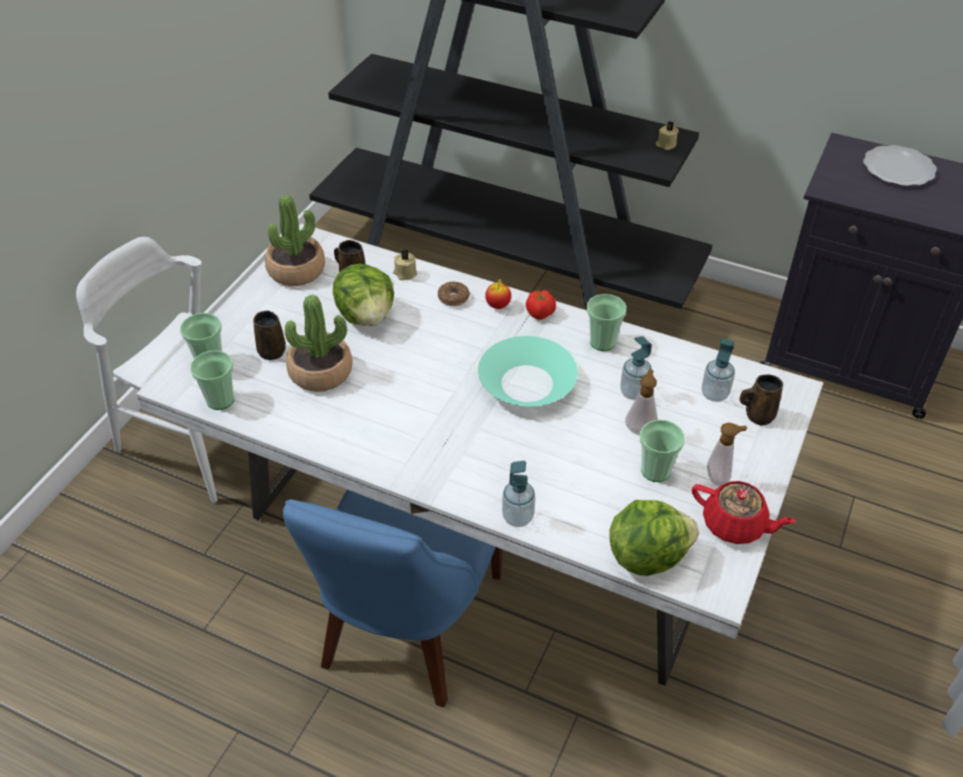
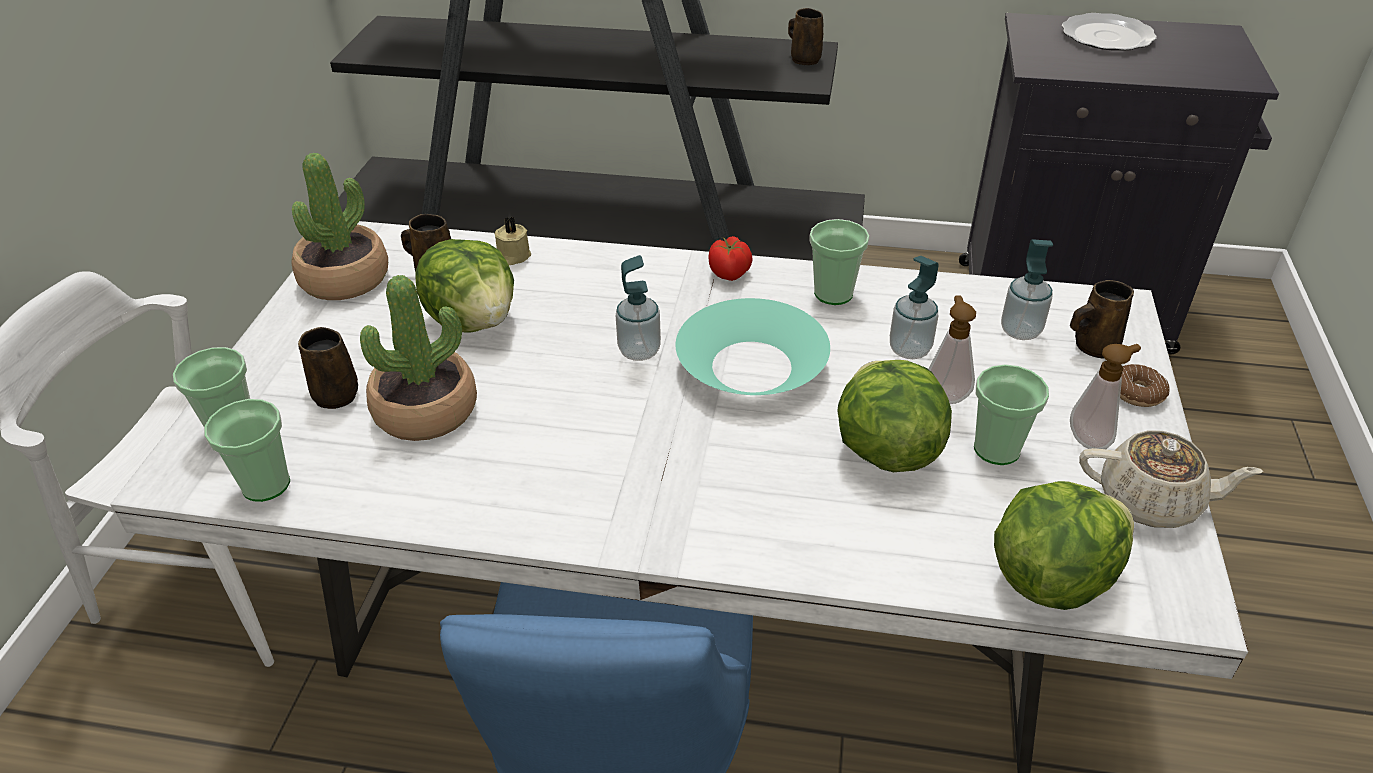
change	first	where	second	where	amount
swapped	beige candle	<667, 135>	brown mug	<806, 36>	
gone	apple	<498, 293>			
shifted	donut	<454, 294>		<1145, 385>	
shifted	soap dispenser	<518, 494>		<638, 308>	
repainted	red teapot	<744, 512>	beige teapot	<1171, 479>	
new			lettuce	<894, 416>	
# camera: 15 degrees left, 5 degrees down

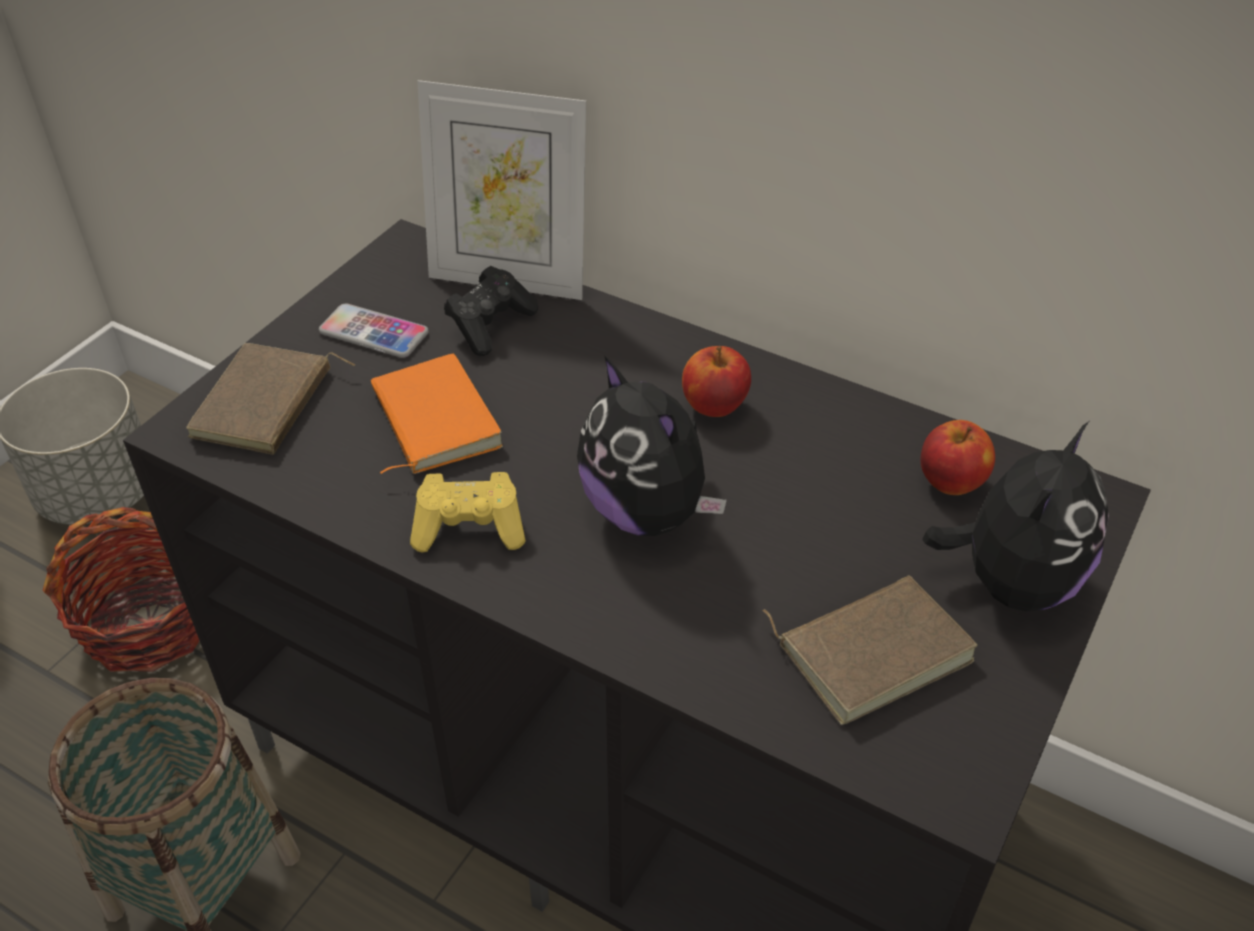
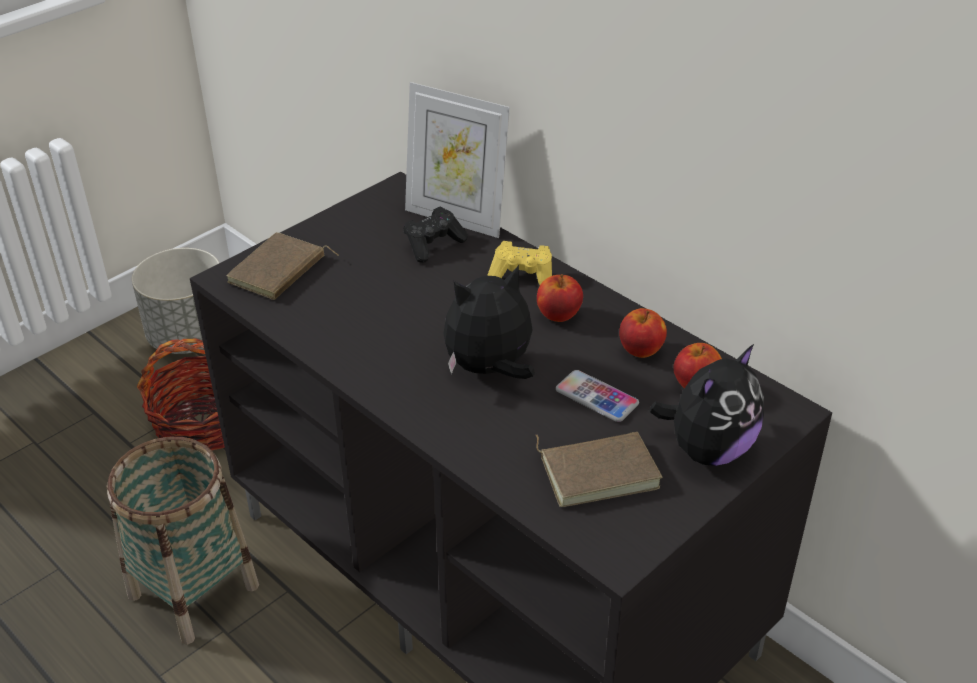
change	first	where	second	where	amount
shifted	phone	<374, 330>		<597, 396>	
gone	orange book	<437, 413>			
rotated	plush toy	<652, 446>		<489, 322>	90 degrees clockwise
shifted	yellow game controller	<468, 512>		<519, 263>	
new			apple	<643, 333>	
# camera: 15 degrees right, 5 degrees down

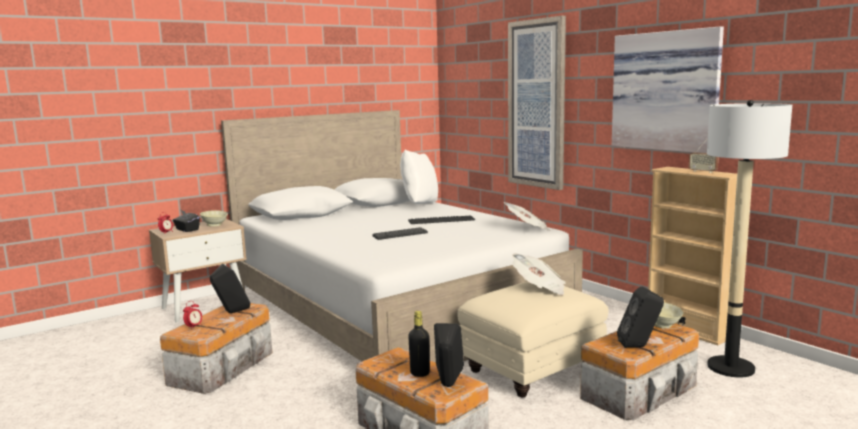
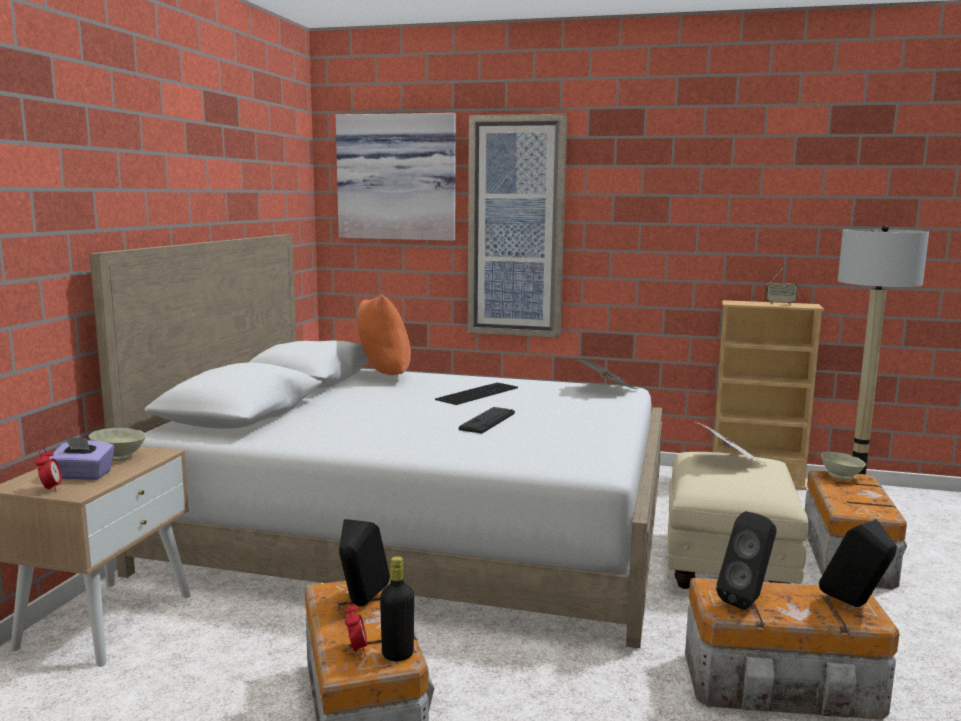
change	first	where	second	where	amount
shifted	picture	<668, 89>		<396, 177>	
repainted	white pillow	<419, 177>	orange pillow	<383, 335>	
repainted	black tissue box	<186, 221>	purple tissue box	<81, 458>	
shifted	black speaker	<640, 317>		<746, 560>	
shifted	black bottle	<419, 344>		<397, 608>	
# camera: 40 degrees left, 0 degrees up

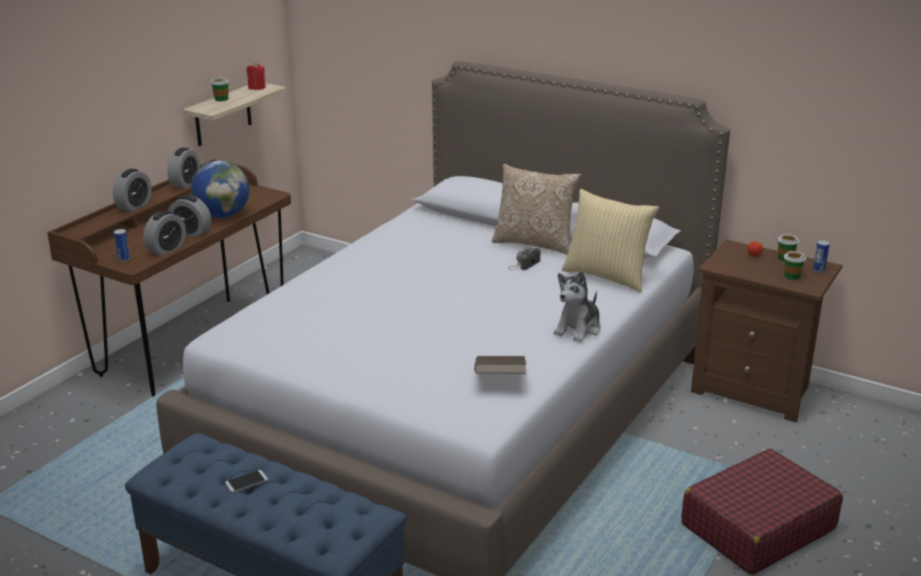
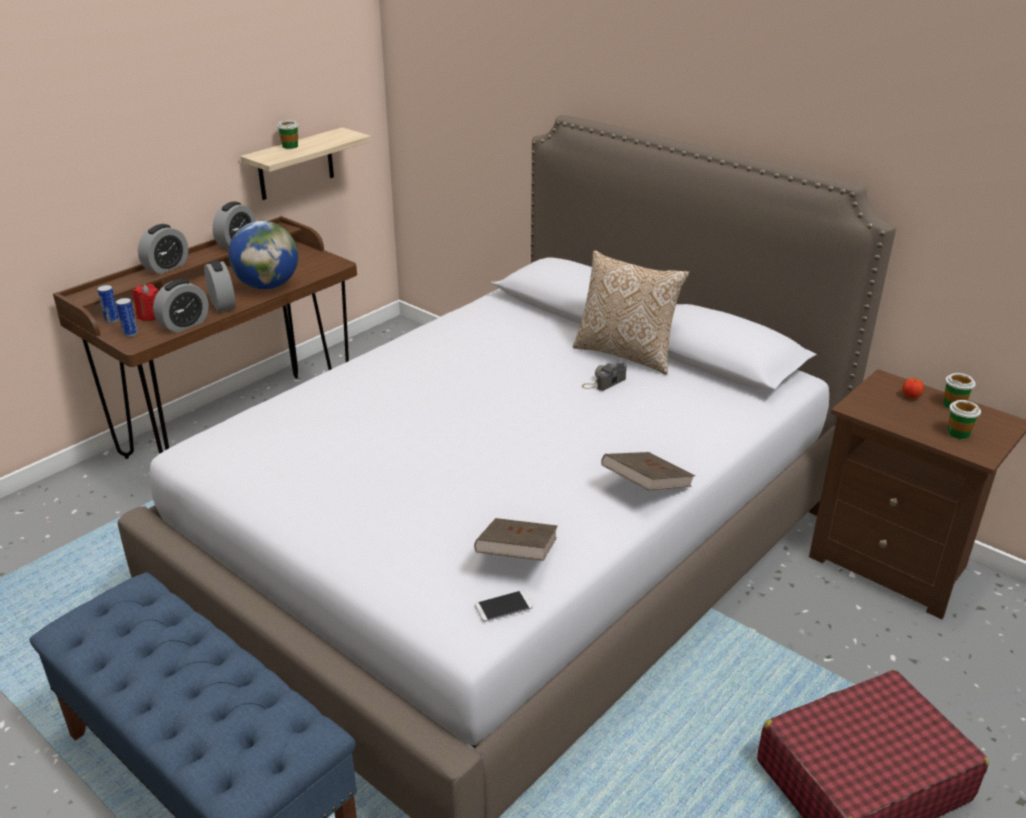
change	first	where	second	where	amount
shifted	red candle	<256, 76>		<145, 302>	
gone	pillow	<610, 240>			
rotated	alarm clock	<189, 216>		<220, 286>	150 degrees counterclockwise
shifted	can	<821, 256>		<108, 304>	
swapped	plush toy	<577, 306>	brown book	<648, 471>	
shifted	phone	<246, 481>		<504, 606>	
# camera: 10 degrees right, 5 degrees up

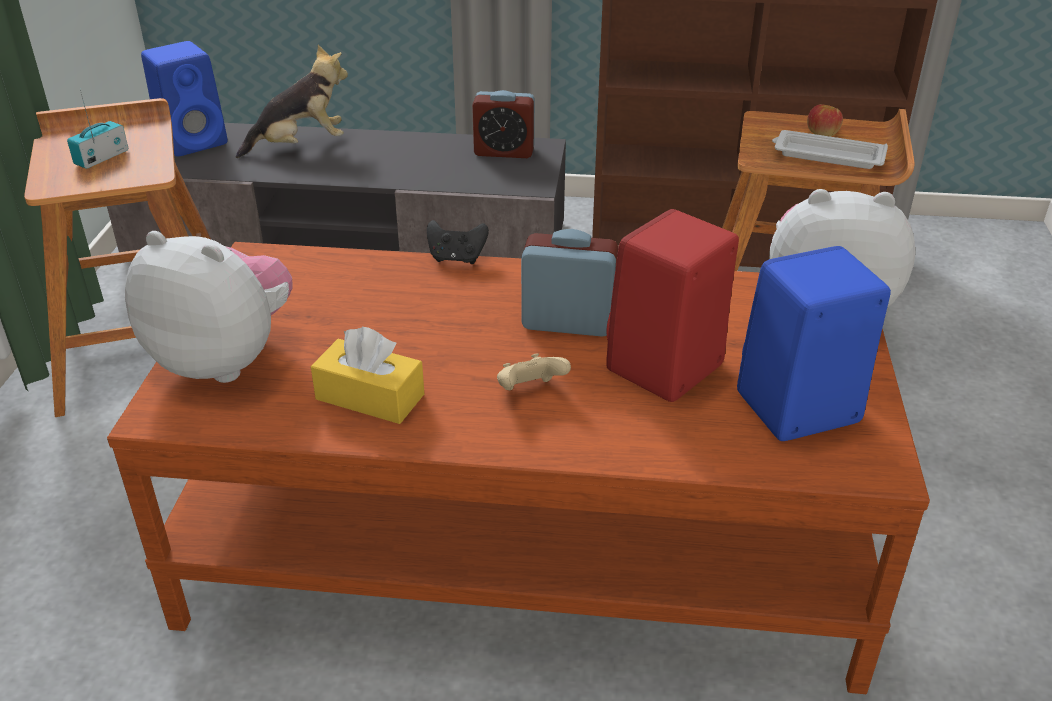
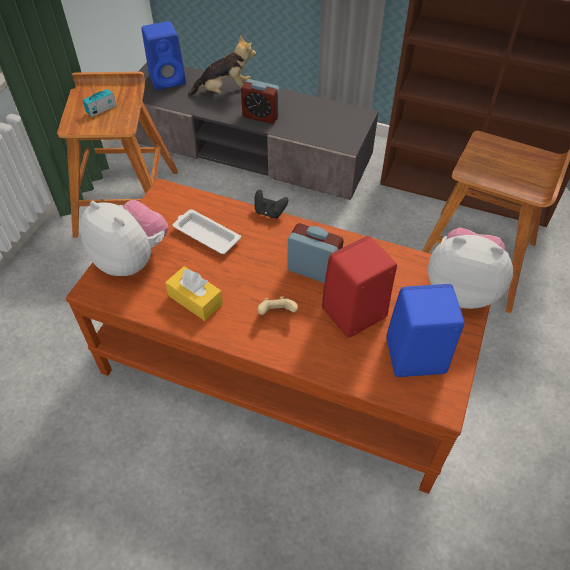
change	first	where	second	where	amount
shifted	alarm clock	<503, 124>		<260, 101>	
gone	apple	<825, 120>			
shifted	white tray	<830, 149>		<207, 231>	
# camera: 15 degrees right, 15 degrees up

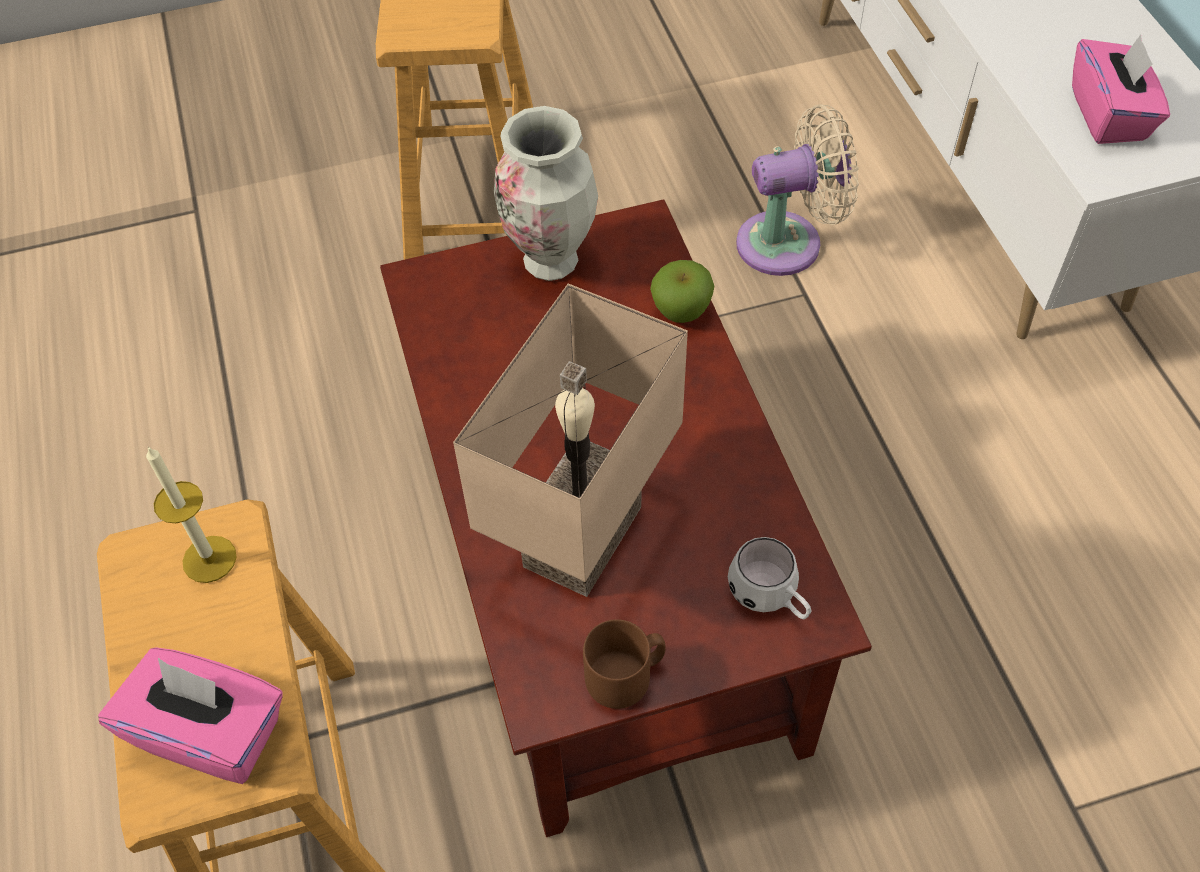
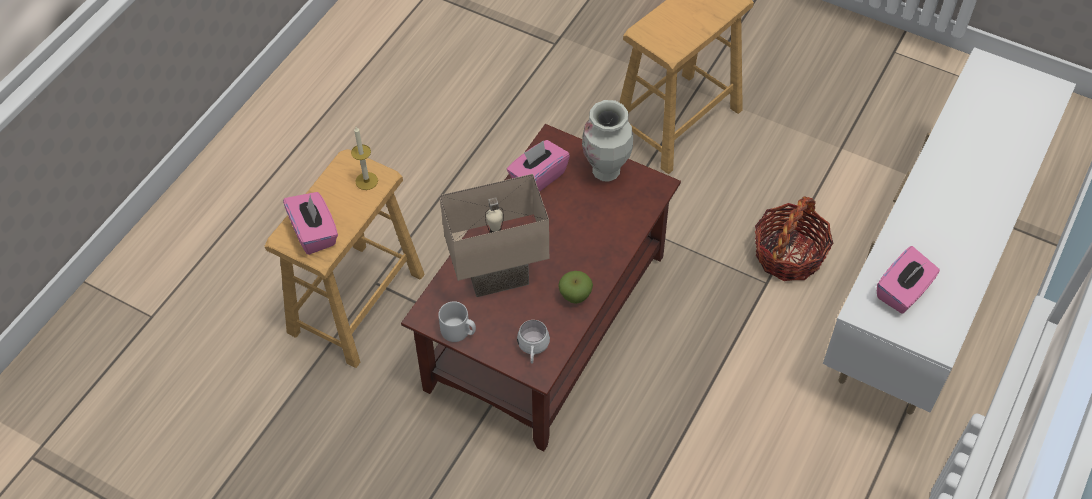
change	first	where	second	where	amount
swapped	beige fan	<797, 190>	basket	<794, 239>	
shifted	apple	<682, 291>		<575, 287>	
repainted	brown mug	<624, 664>	grey mug	<457, 321>	
new			pink tissue box	<538, 166>	
# camera: 45 degrees right, 0 degrees up

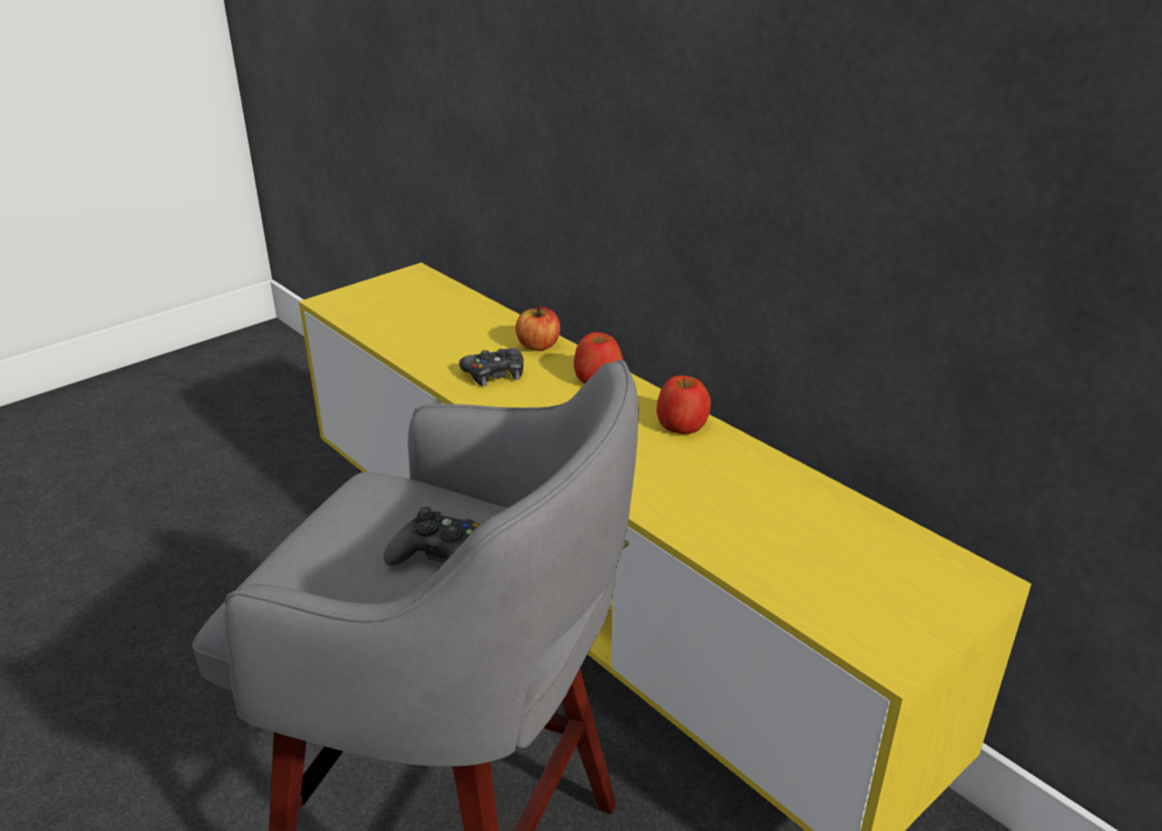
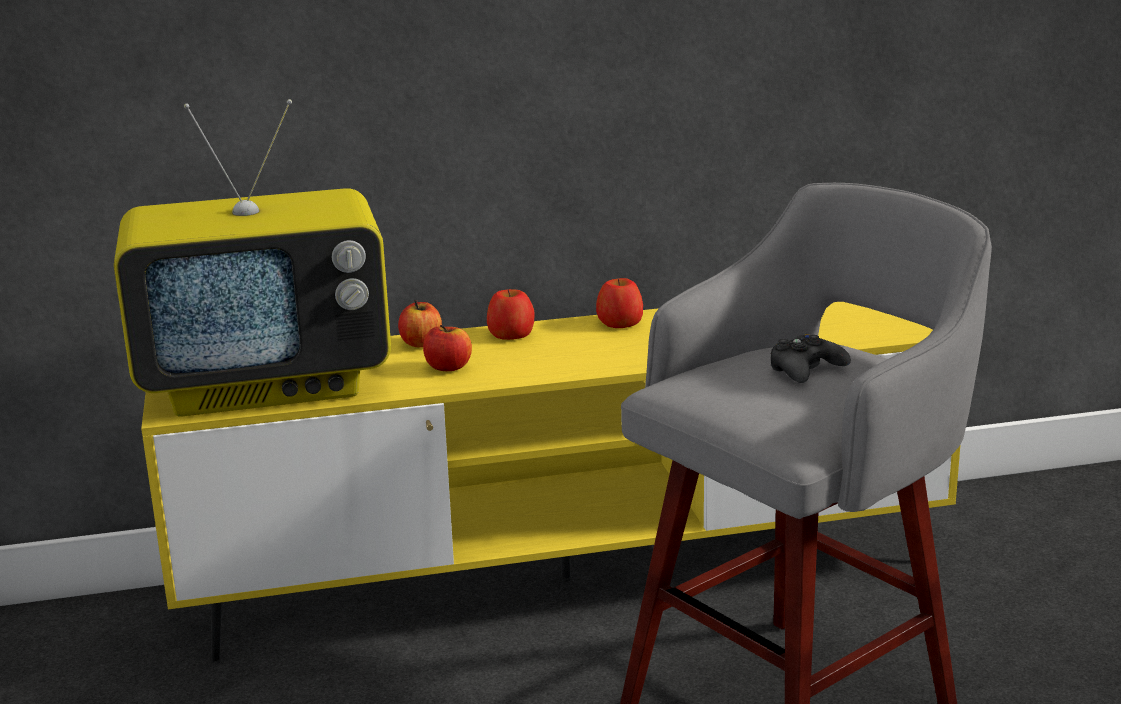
change	first	where	second	where	amount
swapped	black game controller	<491, 367>	apple	<447, 348>	
new			television	<252, 258>	
# camera: 60 degrees left, 10 degrees down

